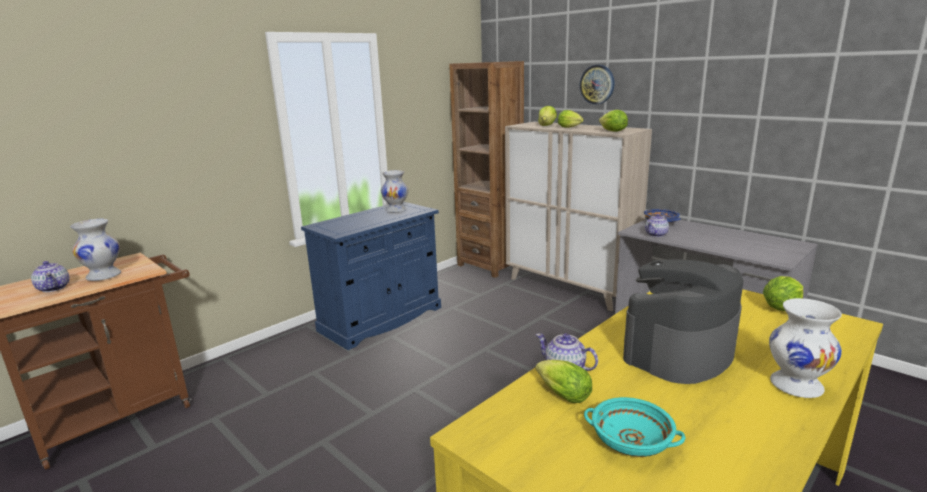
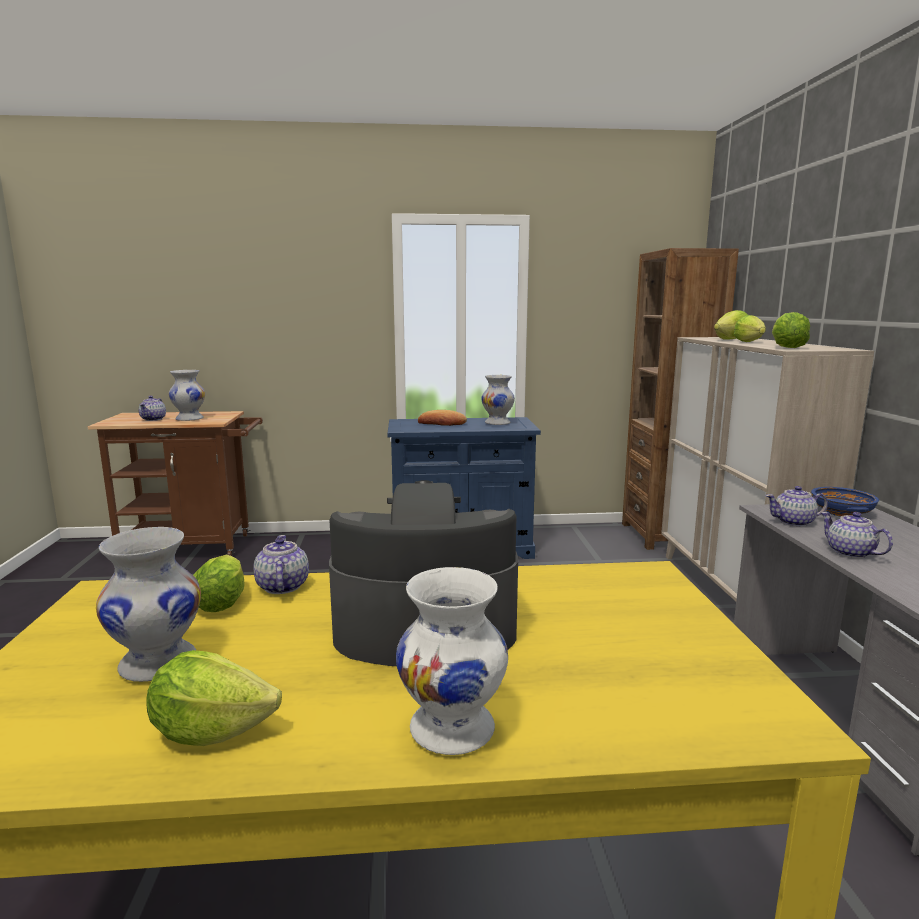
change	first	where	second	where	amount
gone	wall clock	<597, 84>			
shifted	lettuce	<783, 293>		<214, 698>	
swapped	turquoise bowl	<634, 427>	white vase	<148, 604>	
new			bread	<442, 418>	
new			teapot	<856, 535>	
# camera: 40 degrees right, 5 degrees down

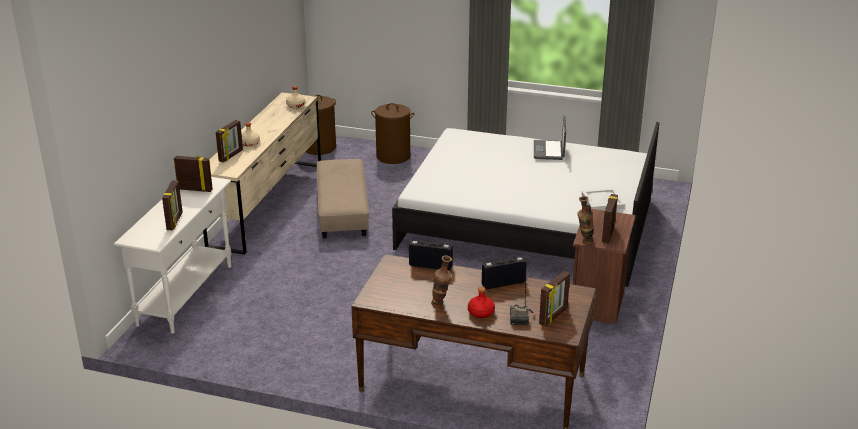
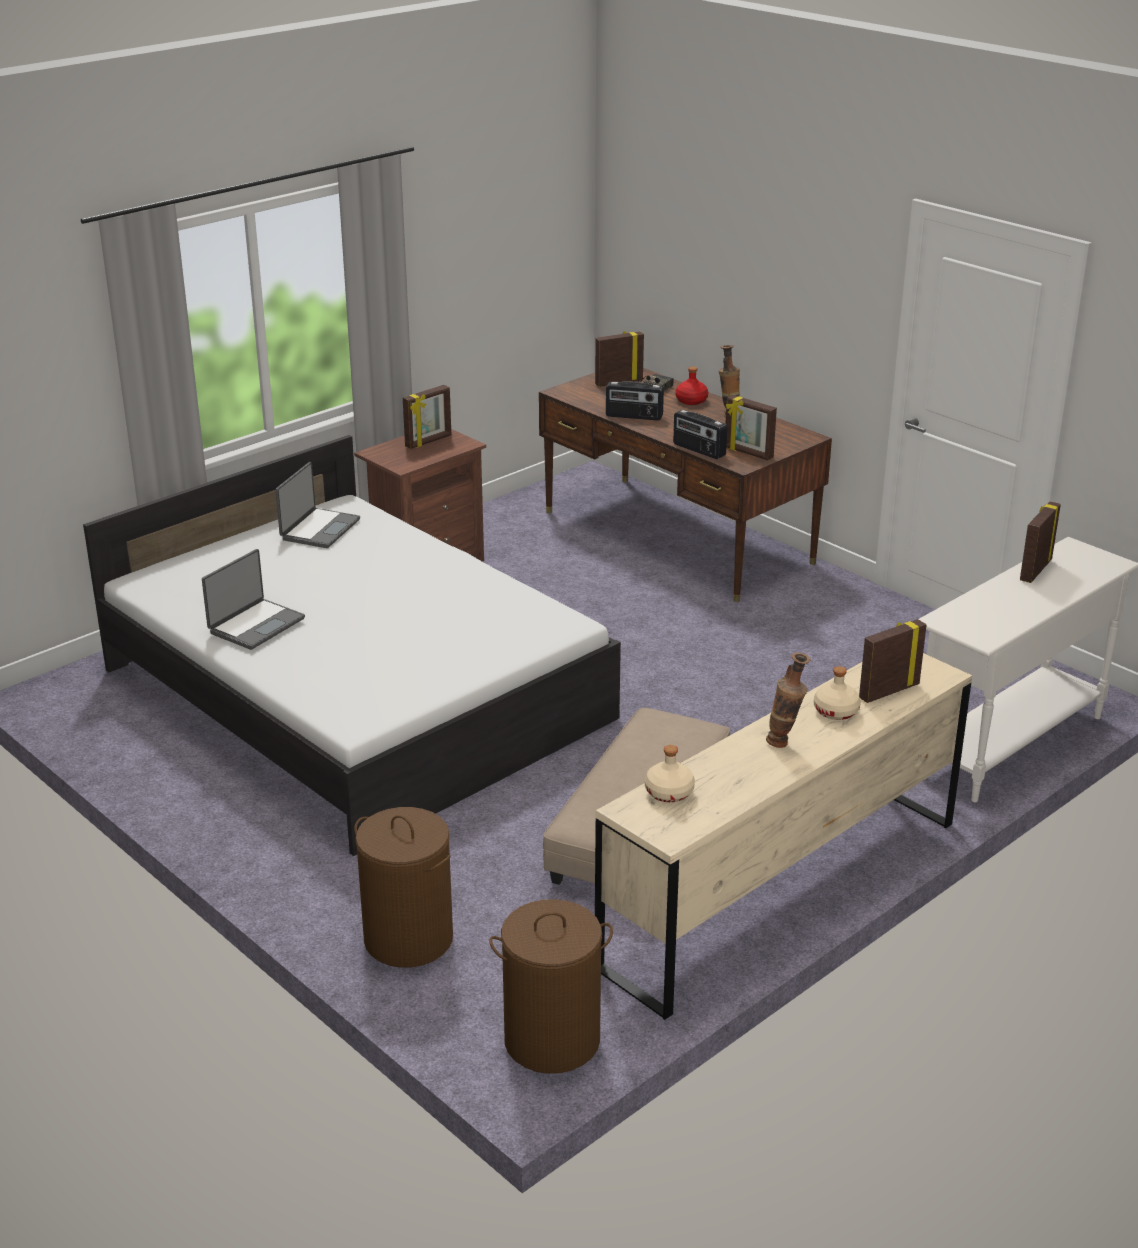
change	first	where	second	where	amount
shifted	picture frame	<193, 174>		<751, 427>	
swapped	white tray	<603, 199>	laptop	<317, 505>	
shifted	vase	<585, 220>		<788, 700>	
# camera: 150 degrees left, 0 degrees up

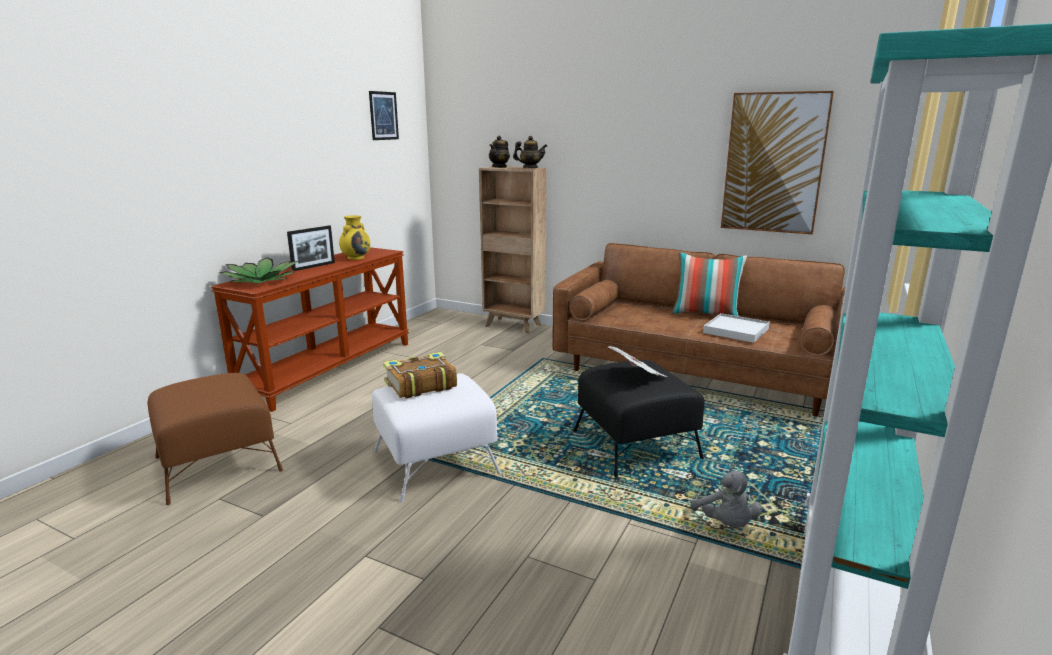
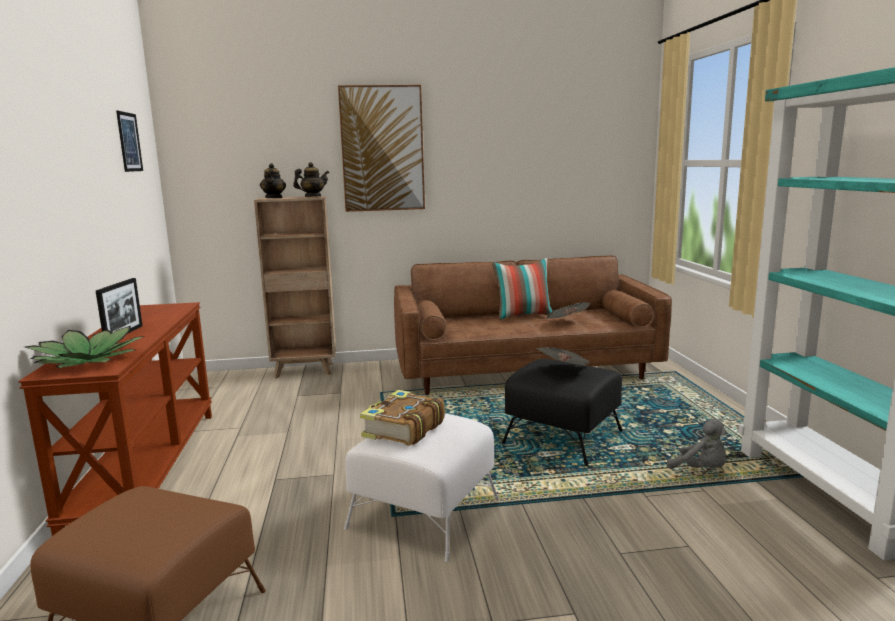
change	first	where	second	where	amount
shifted	picture	<777, 162>		<381, 148>	
gone	yellow vase	<354, 237>			
swapped	white tray	<736, 328>	newspaper	<569, 310>	
# camera: 35 degrees left, 5 degrees down

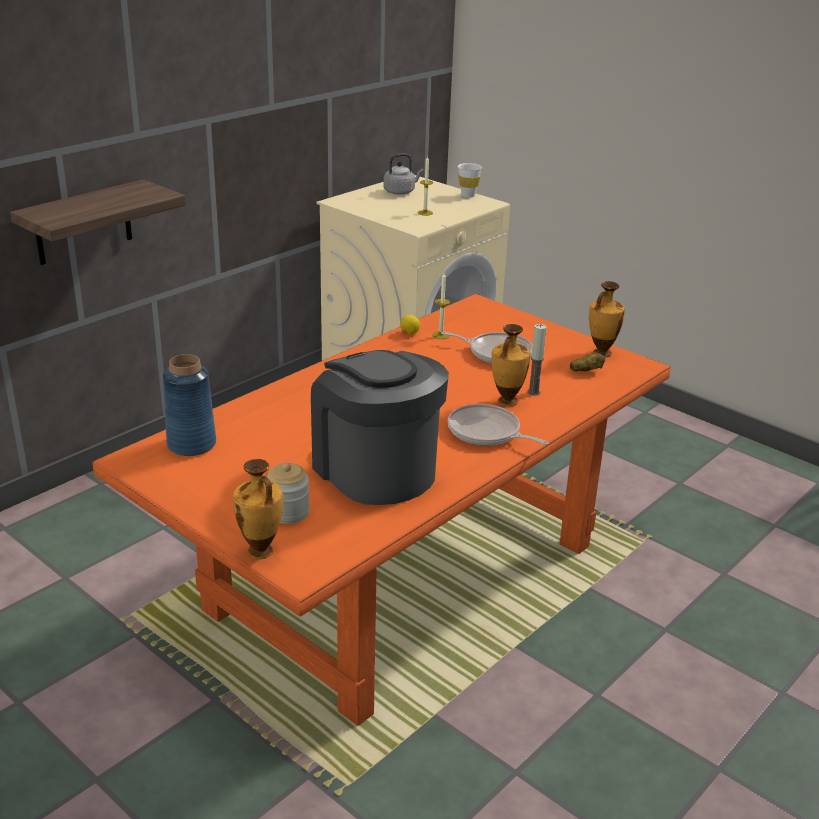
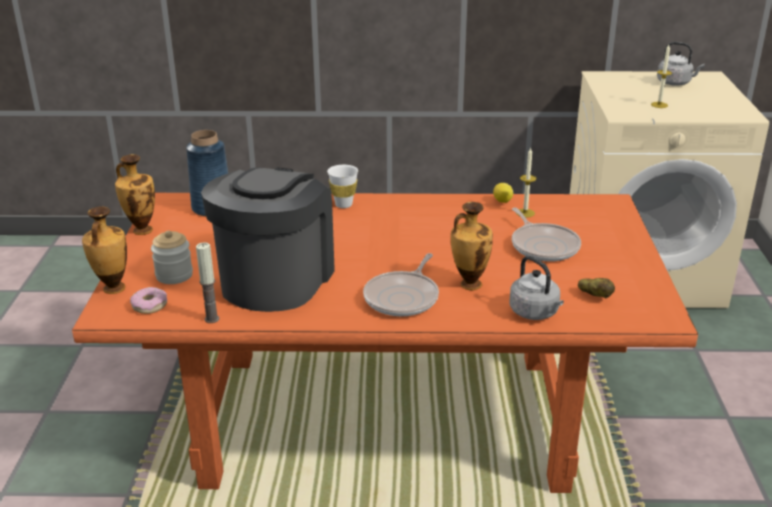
change	first	where	second	where	amount
shifted	white cup	<470, 180>		<342, 186>	
gone	shelf	<98, 222>			
shifted	vase	<607, 319>		<135, 194>	
shifted	candle	<537, 359>		<207, 282>	
rotated	frying pan	<498, 425>		<401, 285>	150 degrees counterclockwise
new			grey kettle	<536, 288>	
new			donut	<148, 300>	
# camera: 50 degrees right, 0 degrees up

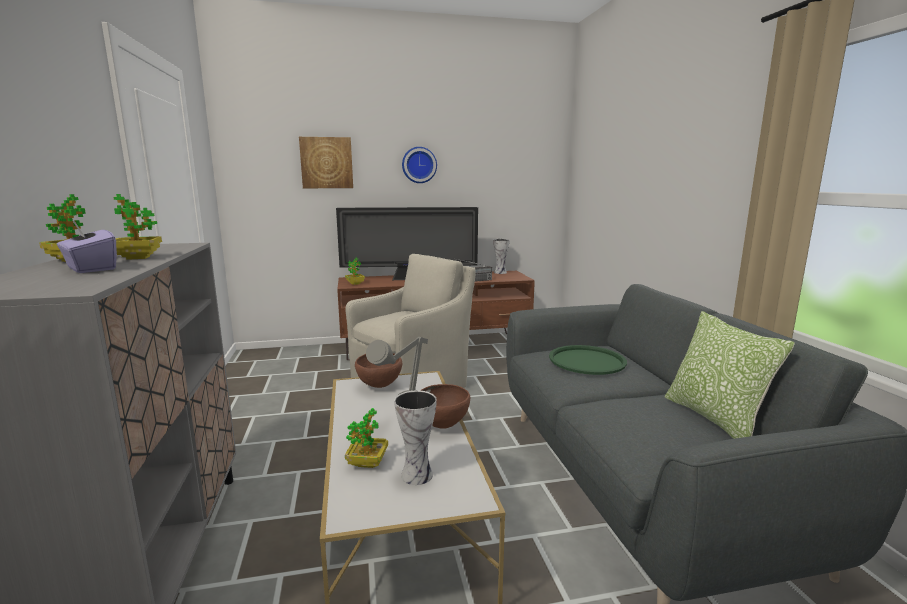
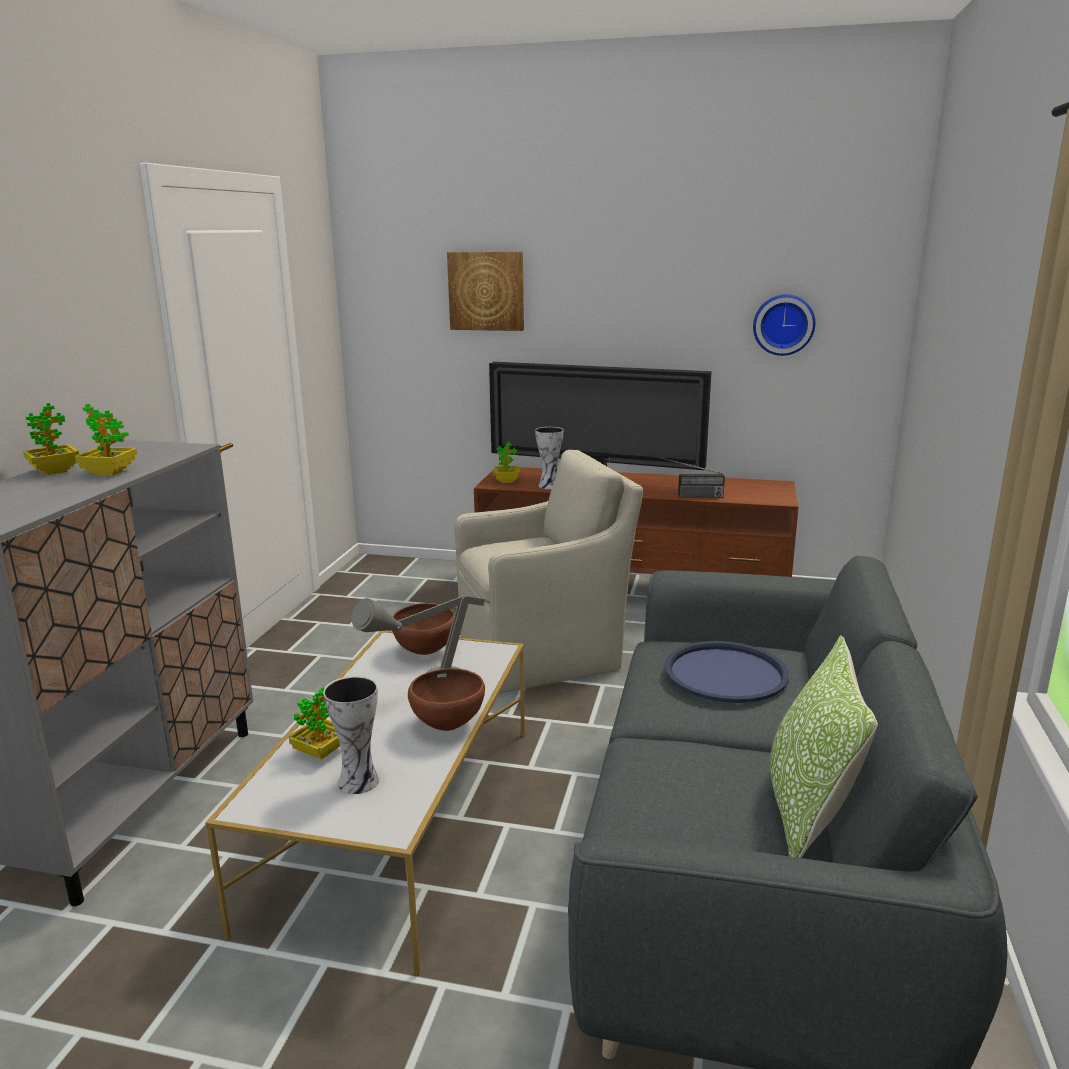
change	first	where	second	where	amount
shifted	wall clock	<419, 165>		<784, 325>	
gone	purple tissue box	<87, 246>			
shifted	vase	<501, 256>		<549, 458>	
repainted	green tray	<588, 360>	blue tray	<726, 672>	
# camera: 25 degrees right, 5 degrees up

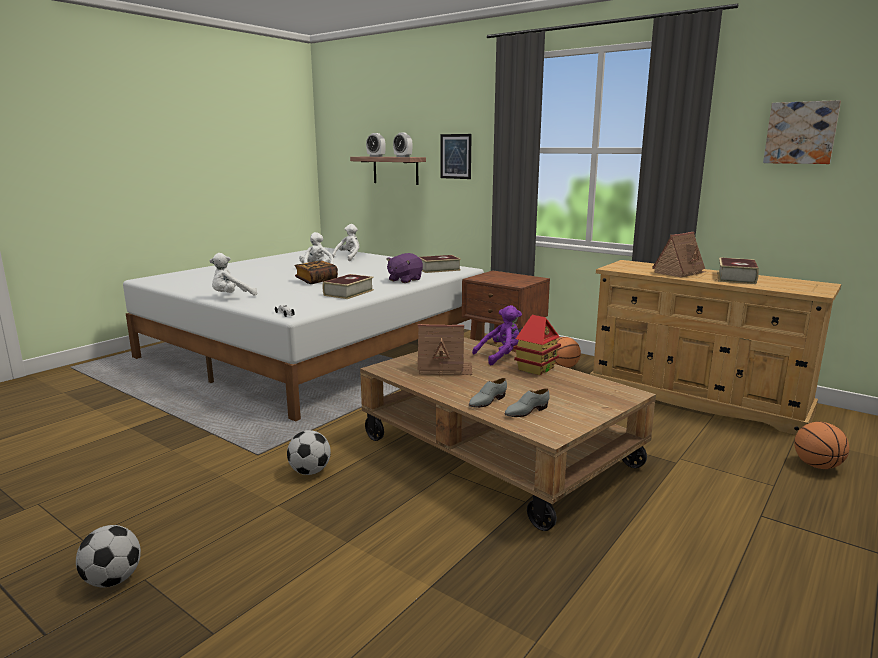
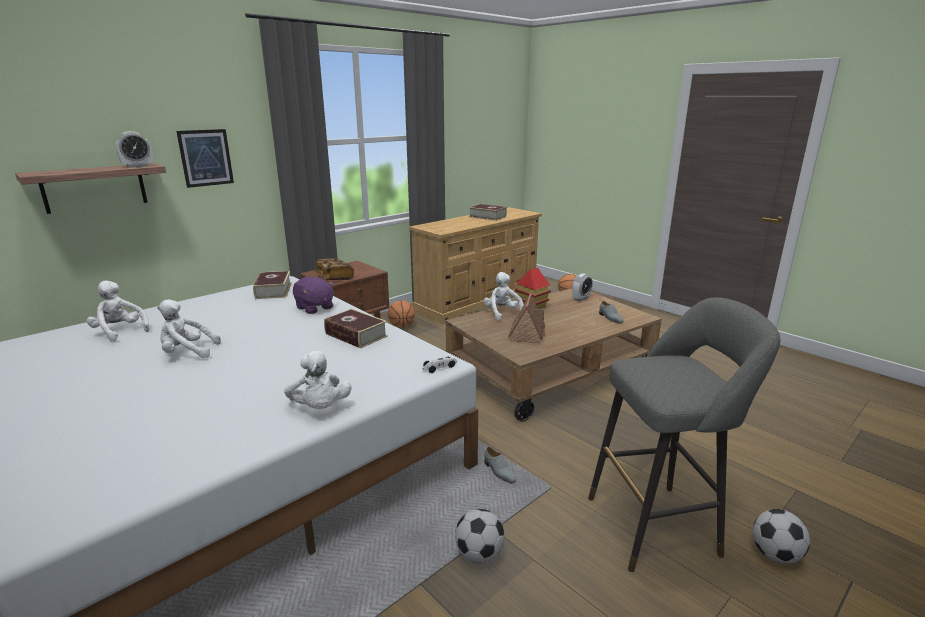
change	first	where	second	where	amount
gone	picture	<802, 132>			
shifted	alarm clock	<376, 145>		<582, 287>	
gone	toy house	<679, 255>			
shifted	book	<316, 272>		<334, 269>	
repainted	purple plush toy	<497, 335>	white plush toy	<504, 296>	
shifted	grey shoe	<488, 393>		<500, 465>	
shifted	football	<309, 452>		<480, 536>	
new			grey stool	<684, 434>	
# camera: 80 degrees left, 5 degrees up

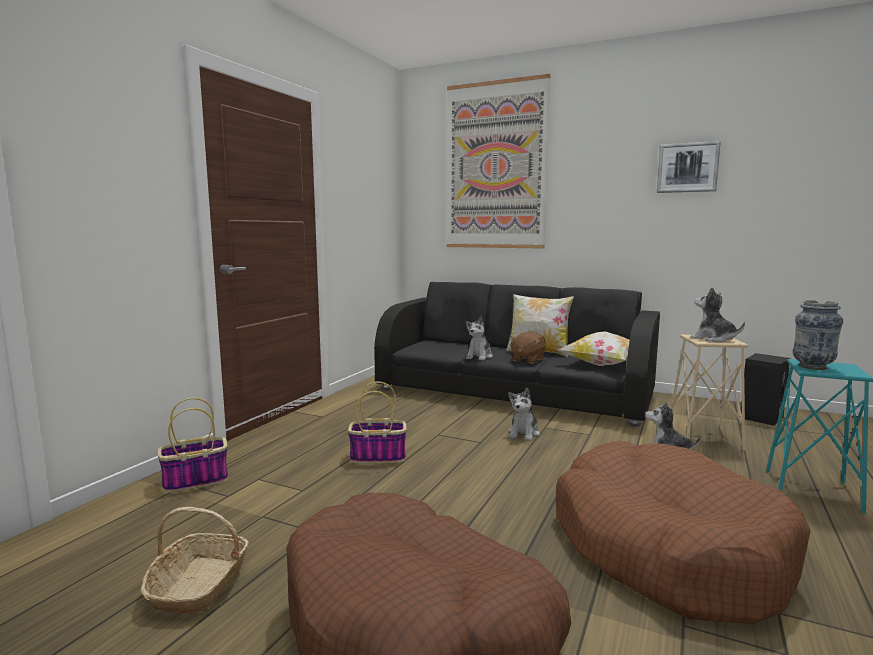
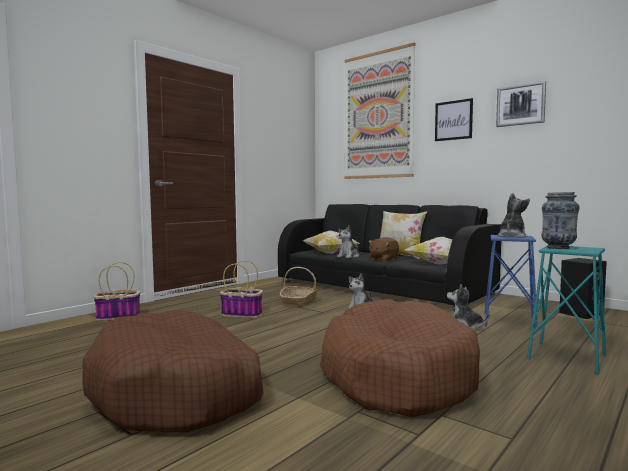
change	first	where	second	where	amount
rotated	plush toy	<718, 314>		<514, 215>	60 degrees clockwise
repainted	beige stool	<709, 392>	blue stool	<511, 282>	
shifted	basket	<195, 560>		<299, 286>	
new			picture	<454, 119>	
new			pillow	<332, 242>	
# camera: 15 degrees right, 5 degrees down

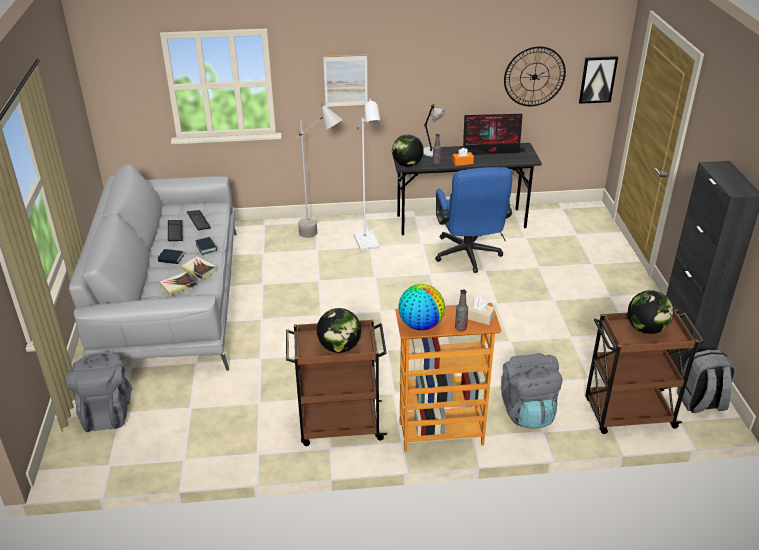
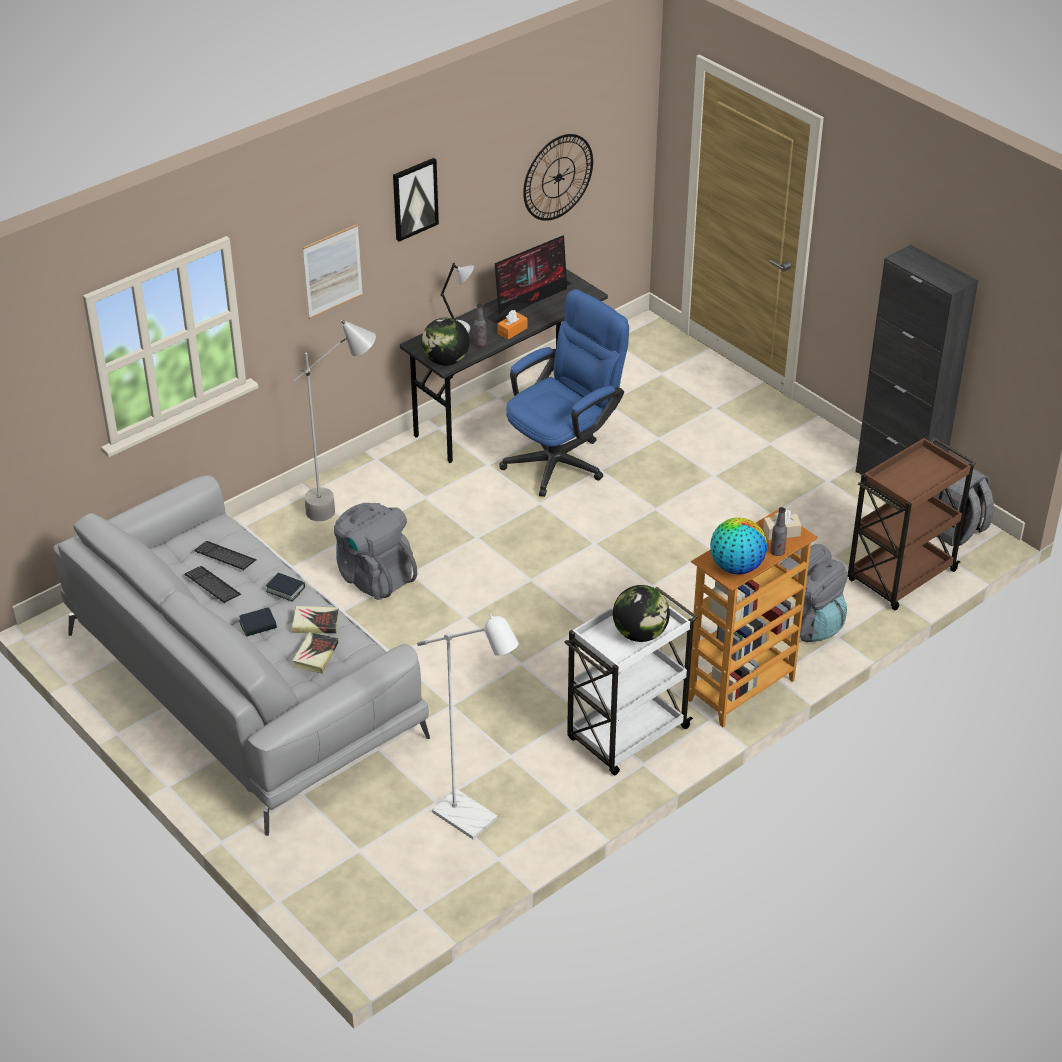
change	first	where	second	where	amount
shifted	picture	<598, 80>		<416, 200>	
shifted	white floor lamp	<367, 175>		<468, 727>	
rotated	blue office chair	<474, 220>		<564, 393>	90 degrees counterclockwise
gone	globe	<651, 312>			
repainted	brown cart	<336, 382>	white cart	<631, 680>	
shifted	grey backpack	<99, 392>		<375, 551>	
# camera: 35 degrees left, 5 degrees up

